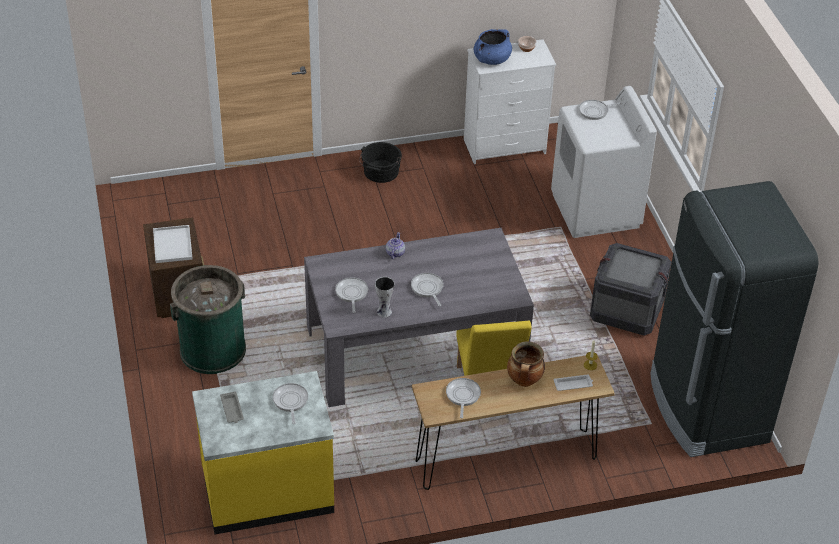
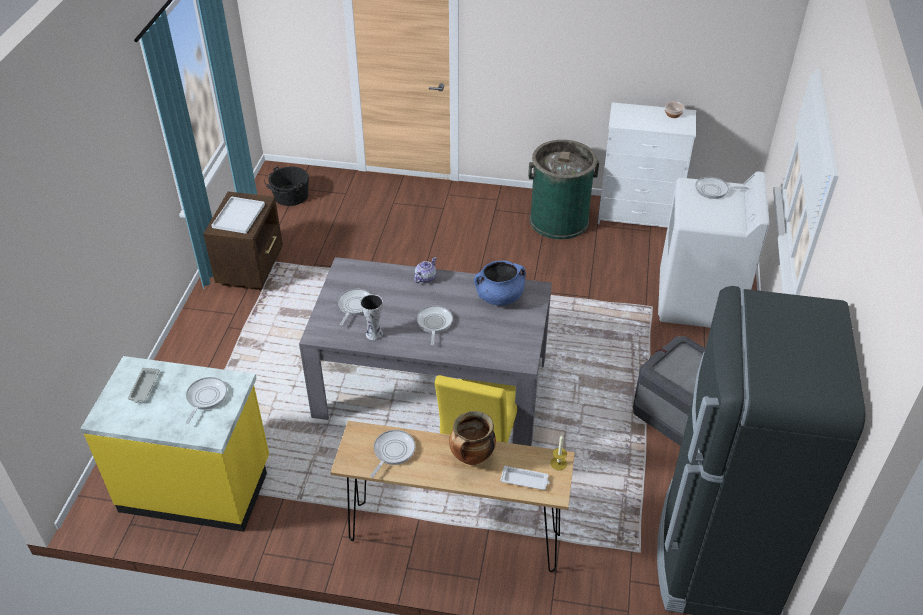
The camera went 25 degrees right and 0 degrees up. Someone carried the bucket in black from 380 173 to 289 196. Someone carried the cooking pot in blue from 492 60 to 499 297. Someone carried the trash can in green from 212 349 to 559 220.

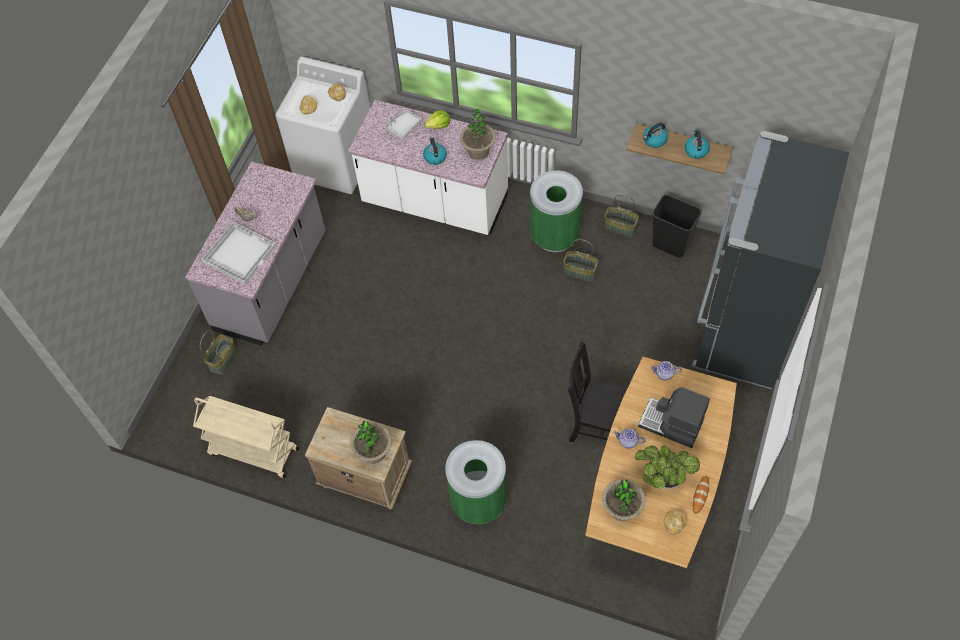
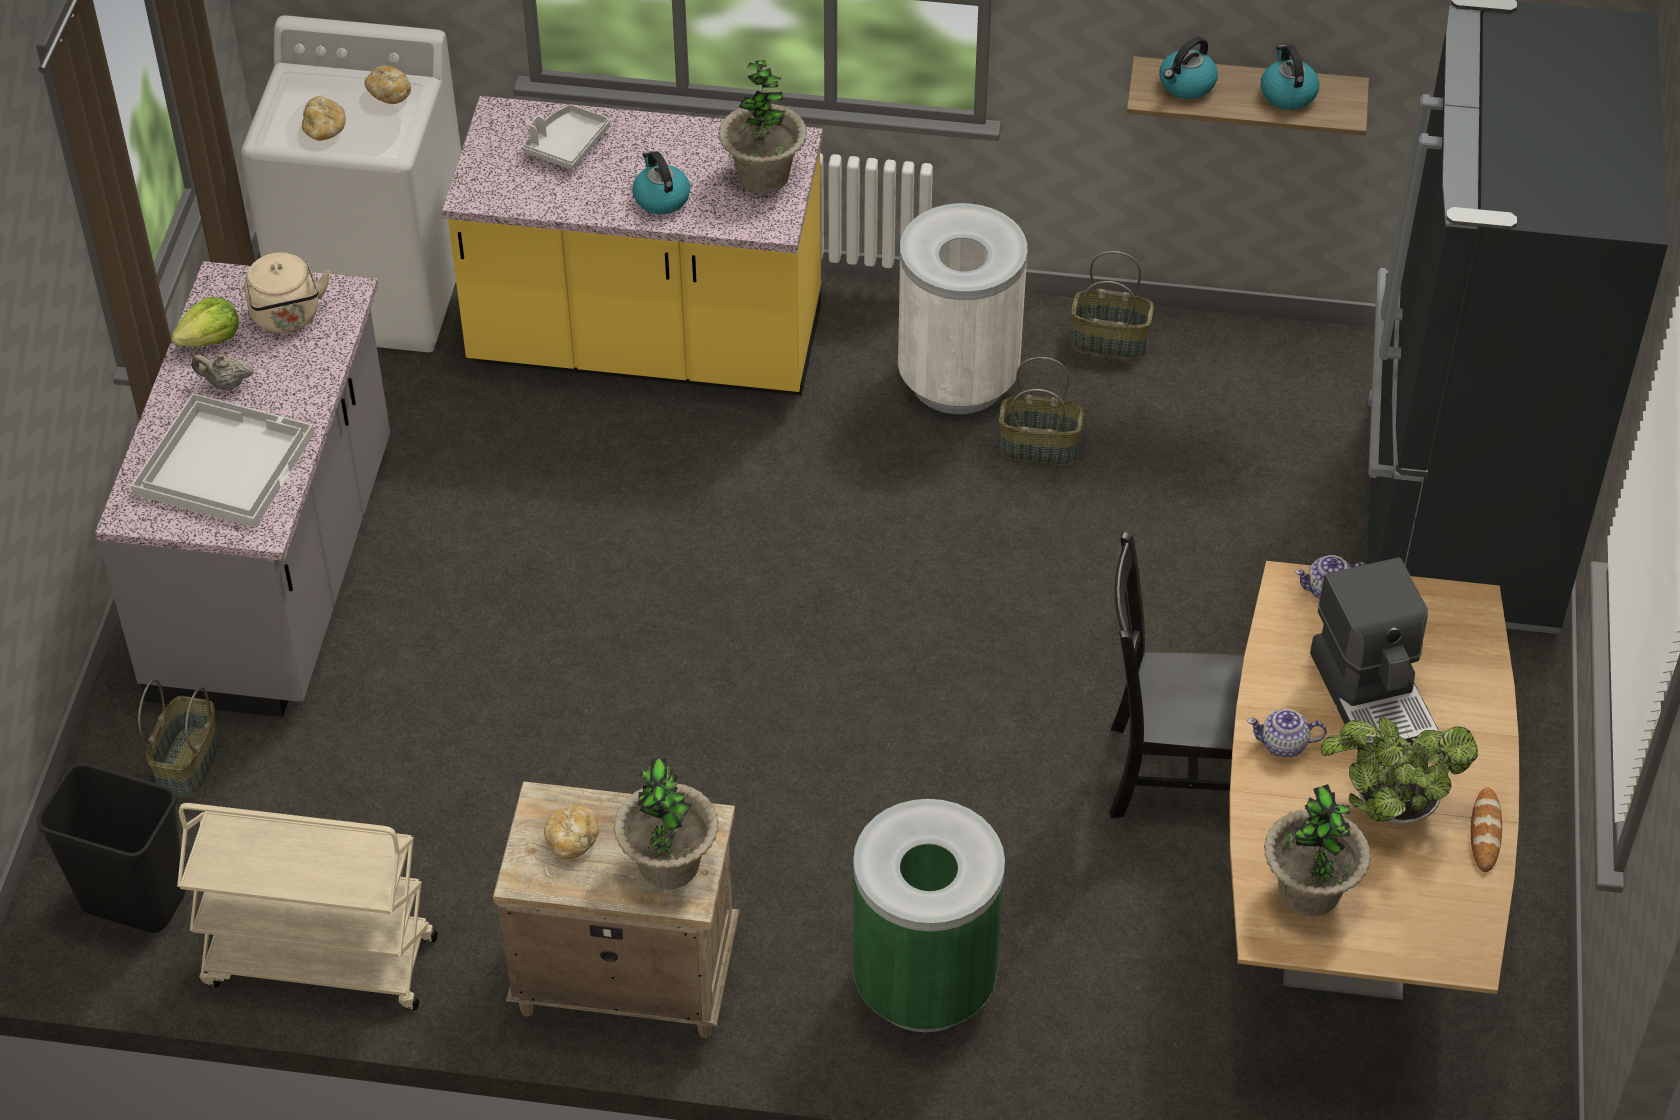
The camera went 15 degrees left and 10 degrees down. Someone carried the trash can in black from 671 244 to 135 899. Someone carried the lettuce from 439 125 to 211 339. Someone put down the kettle in beige at 287 318. Someone repainted the counter in white at 435 202, which became the counter in yellow at 646 343. Someone carried the bread from 674 524 to 572 840. Someone repainted the trash can in green at 554 235, which became the trash can in white at 958 378. Someone rotated the coffee machine at 671 425 by 120 degrees counterclockwise.

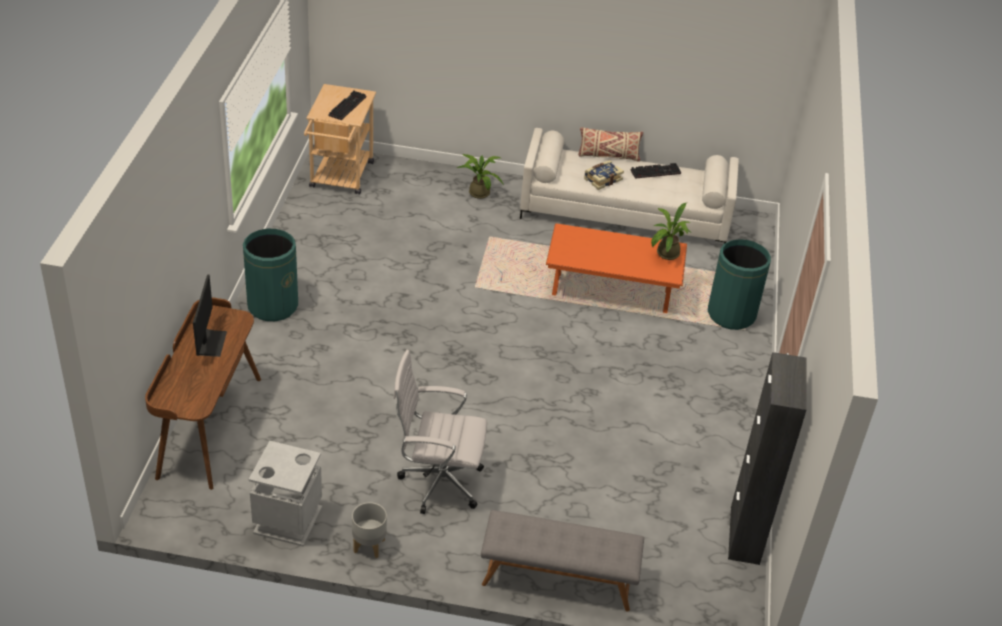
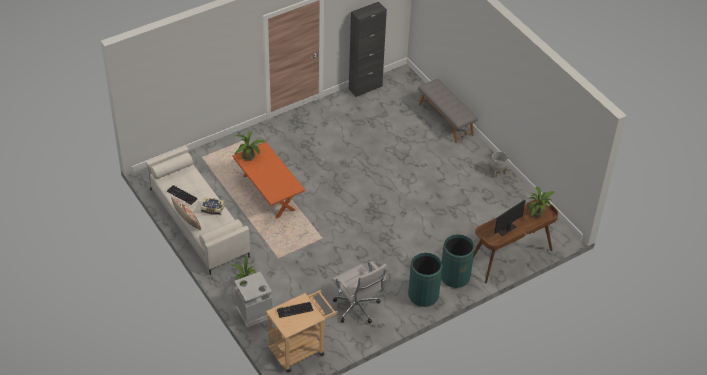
The camera went 130 degrees left and 5 degrees up. Someone carried the trash can in grey from 288 520 to 254 313. Someone carried the office chair in white from 437 482 to 358 309. Someone carried the trash can in green from 731 314 to 455 276. Someone put down the potted plant at 538 213.

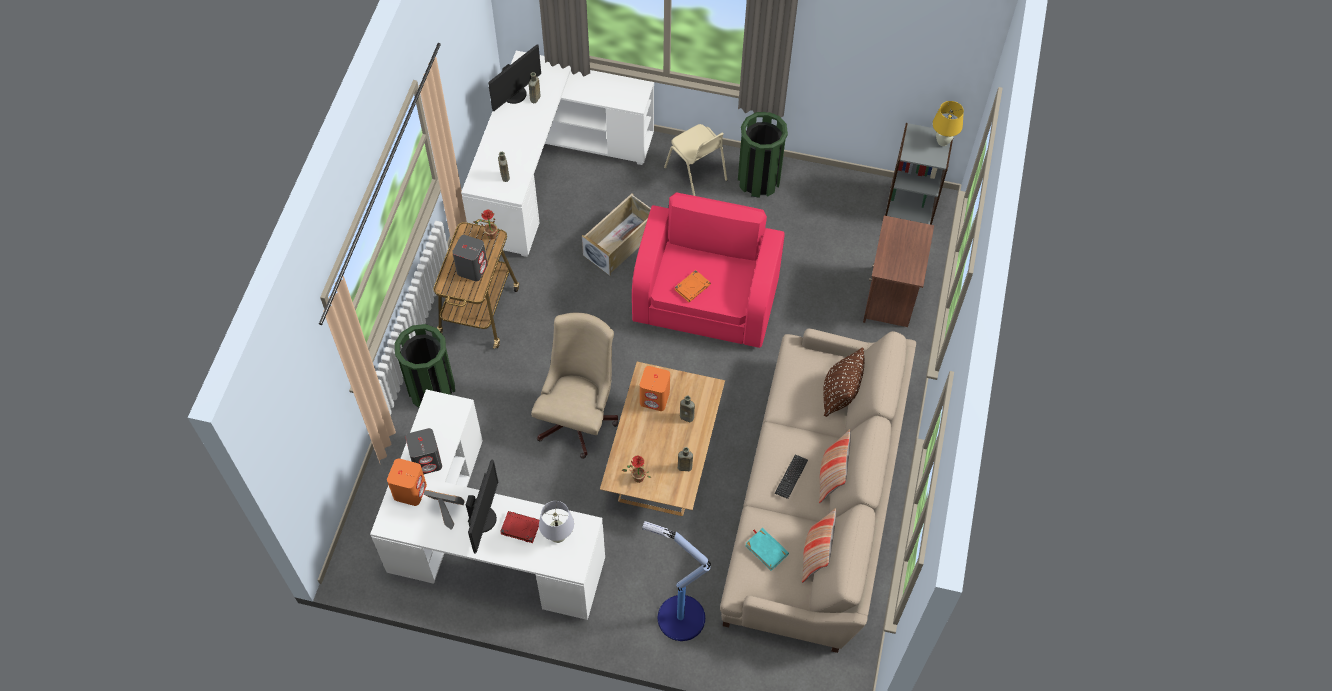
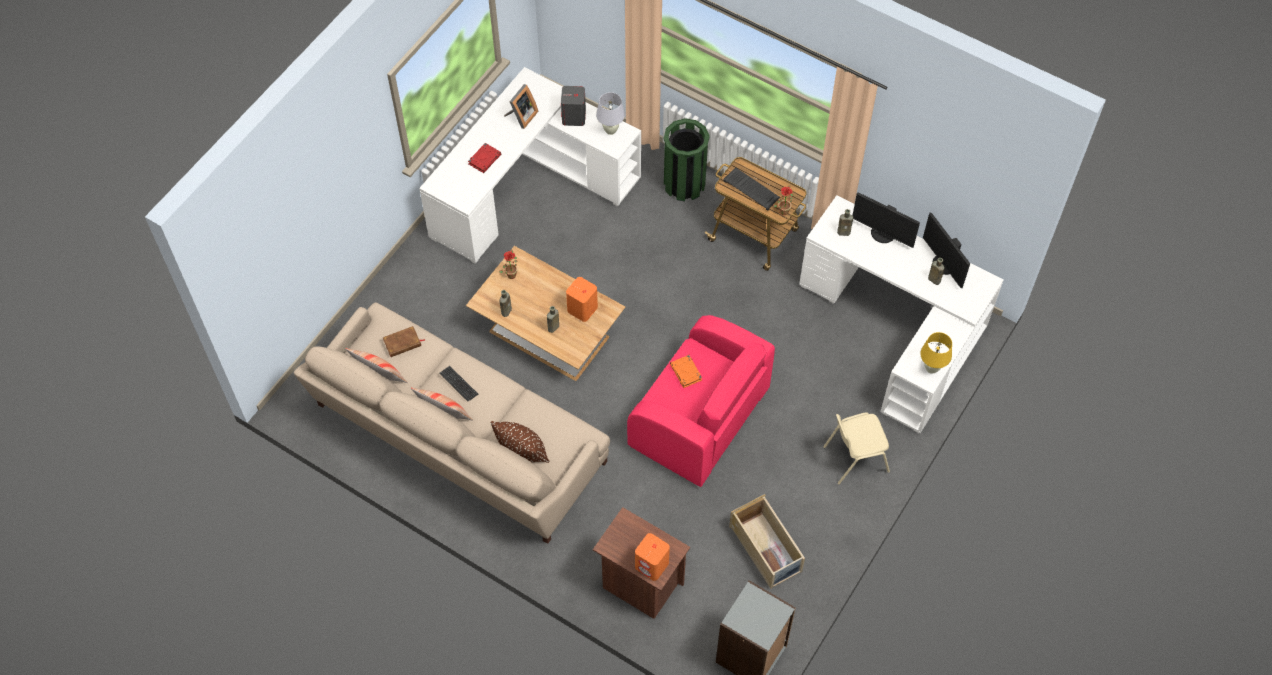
The camera went 110 degrees right and 0 degrees up. Someone repainted the book in turquoise at 766 550, which became the book in brown at 402 343. Someone carried the table lamp in white from 558 536 to 611 130. Someone carried the speaker in orange from 410 491 to 652 565. Someone swapped the speaker in grey at 472 268 for the keyboard at 752 189. Someone carried the storage box in beige from 621 242 to 766 549. Someone carried the monitor from 483 519 to 882 234. Someone carried the table lamp in yellow from 942 141 to 931 368. Someone took away the office chair in beige at 579 416. Someone took away the floor lamp at 679 617. Someone took away the trash can in green at 759 180.

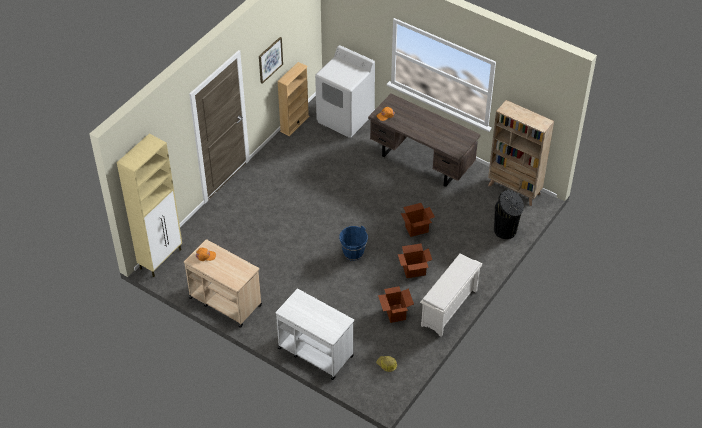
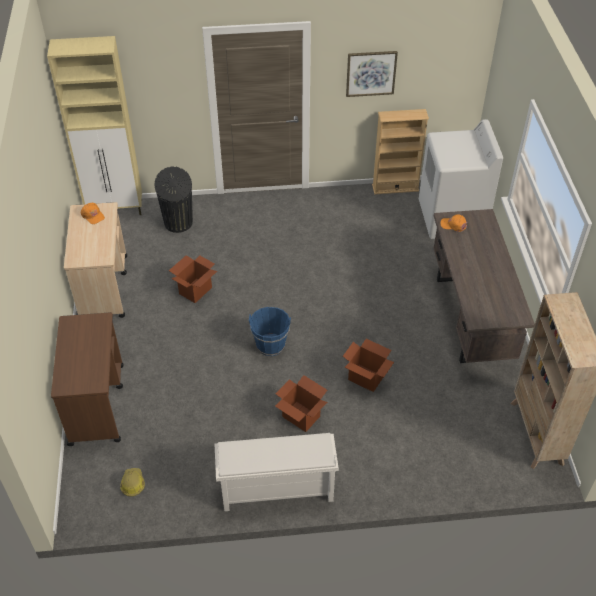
The camera went 50 degrees right and 0 degrees up. Someone repainted the cart in white at 315 352, which became the cart in brown at 97 403. Someone carried the trash can in black from 506 231 to 178 223. Someone carried the cardboard box from 395 313 to 195 290.

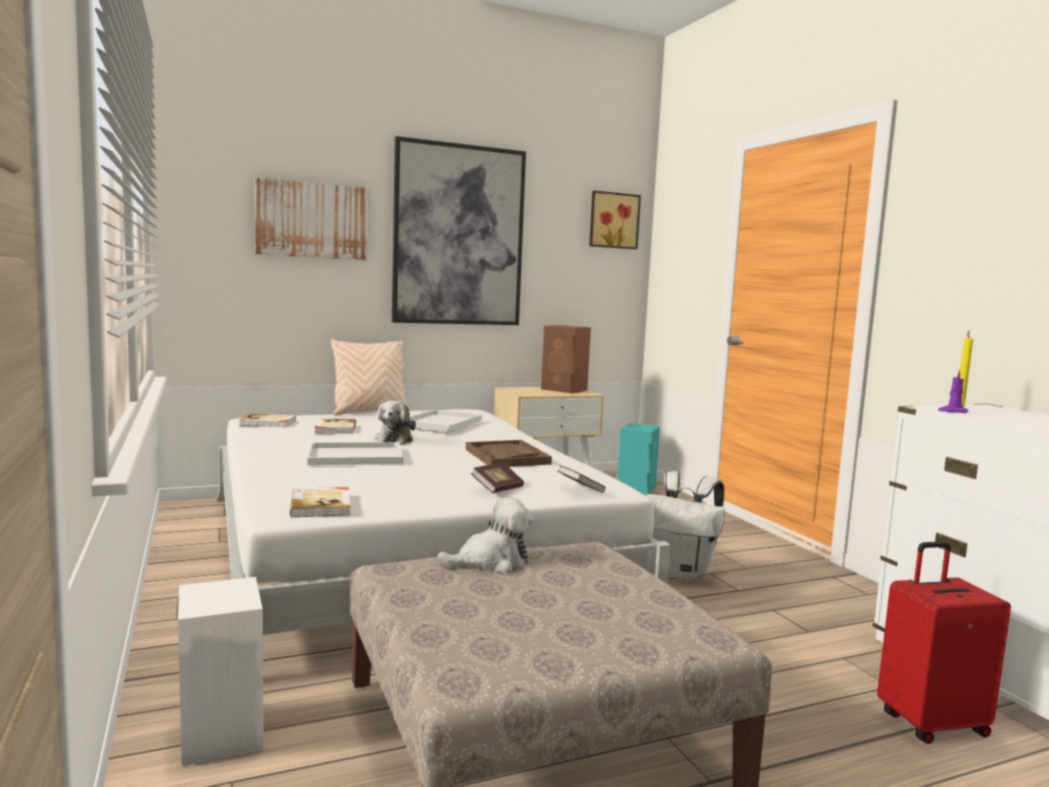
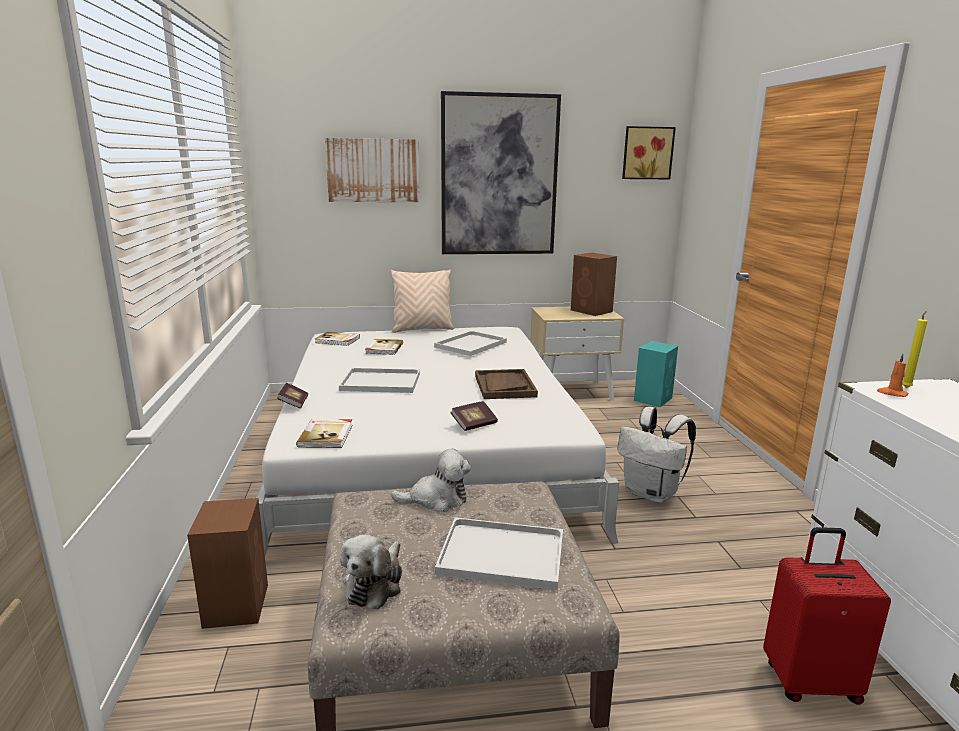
The camera went 15 degrees right and 10 degrees up. Someone repainted the speaker in white at 221 732, which became the speaker in brown at 236 604. Someone carried the book from 580 490 to 294 403. Someone carried the plush toy from 395 440 to 375 584. Someone put down the tray in white at 504 554. Someone repainted the candle in purple at 952 411, which became the candle in orange at 891 393.

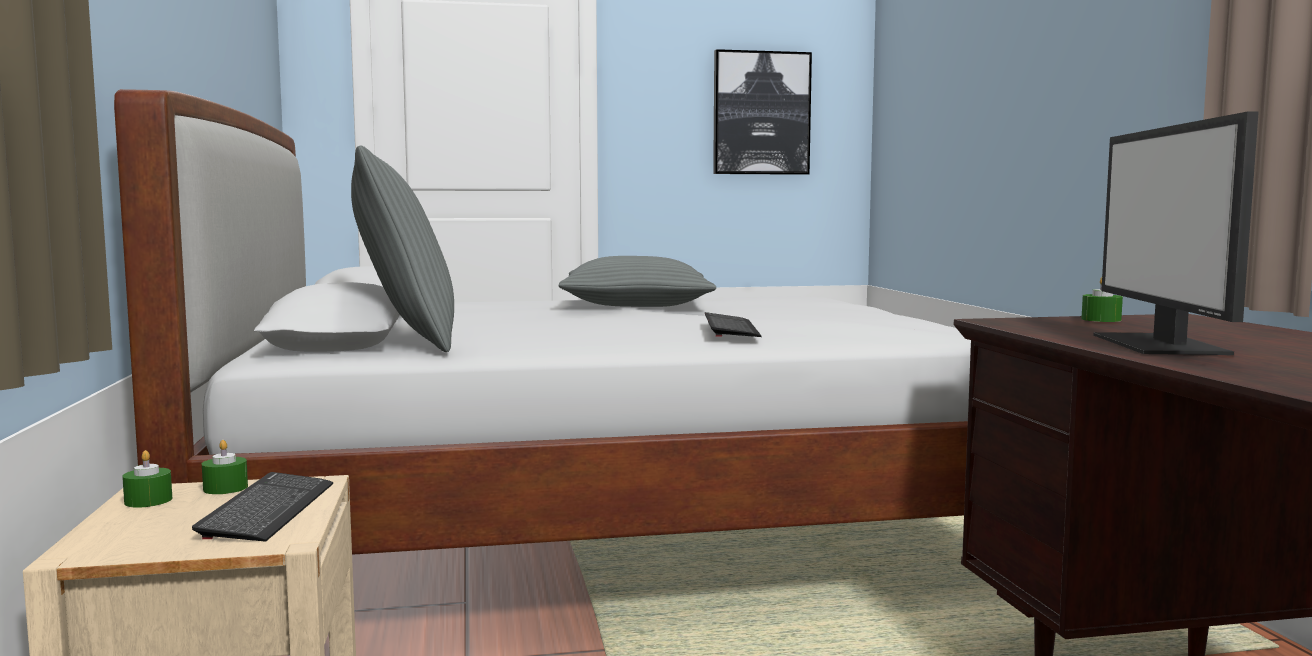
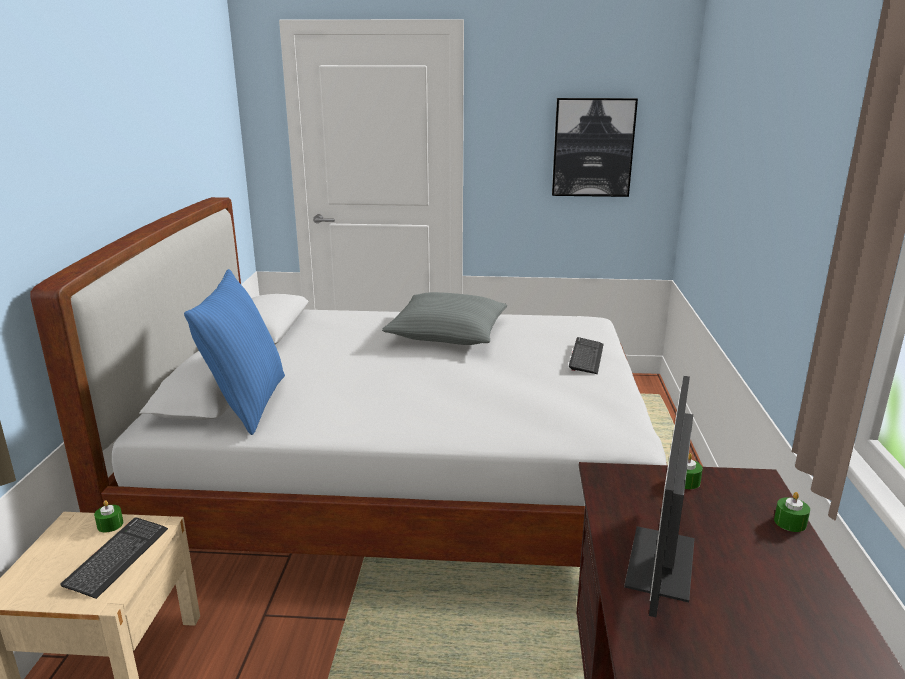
The camera went 15 degrees right and 15 degrees up. Someone repainted the pillow in grey at 406 341, which became the pillow in blue at 246 403. Someone carried the keyboard from 731 328 to 586 357. Someone carried the candle in green from 148 501 to 790 522.

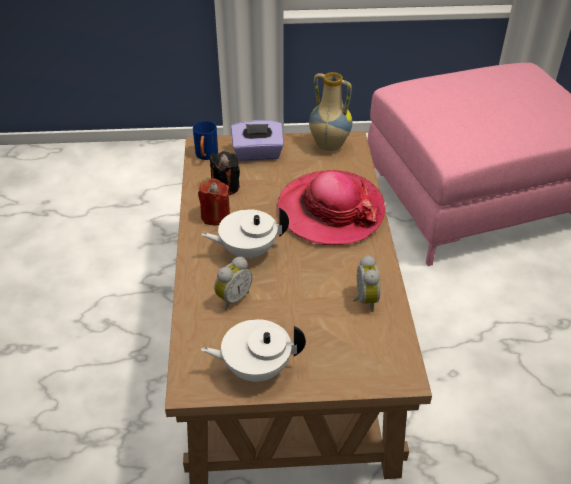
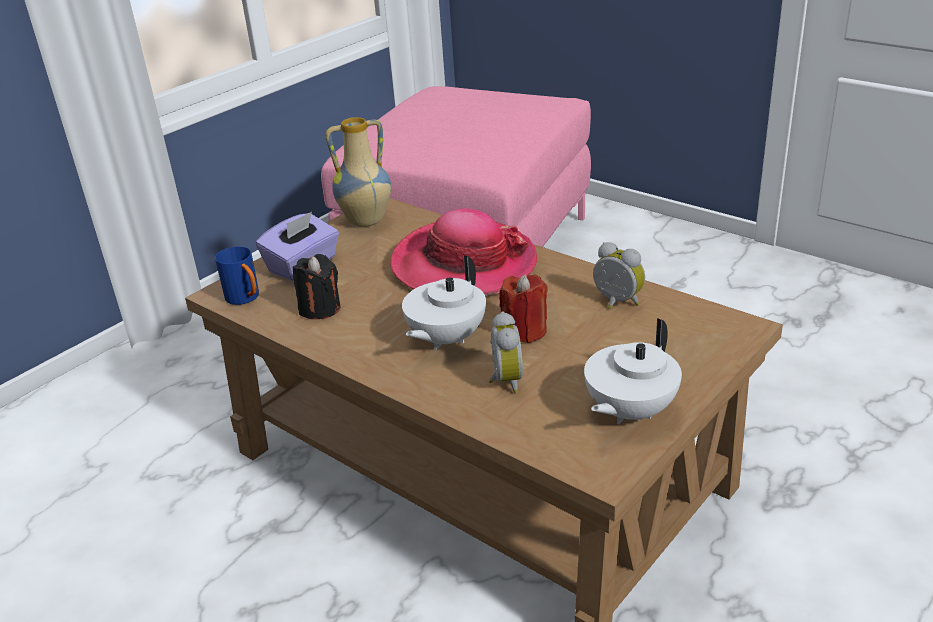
The camera went 45 degrees left and 10 degrees down. Someone carried the candle in red from 215 216 to 524 331.

